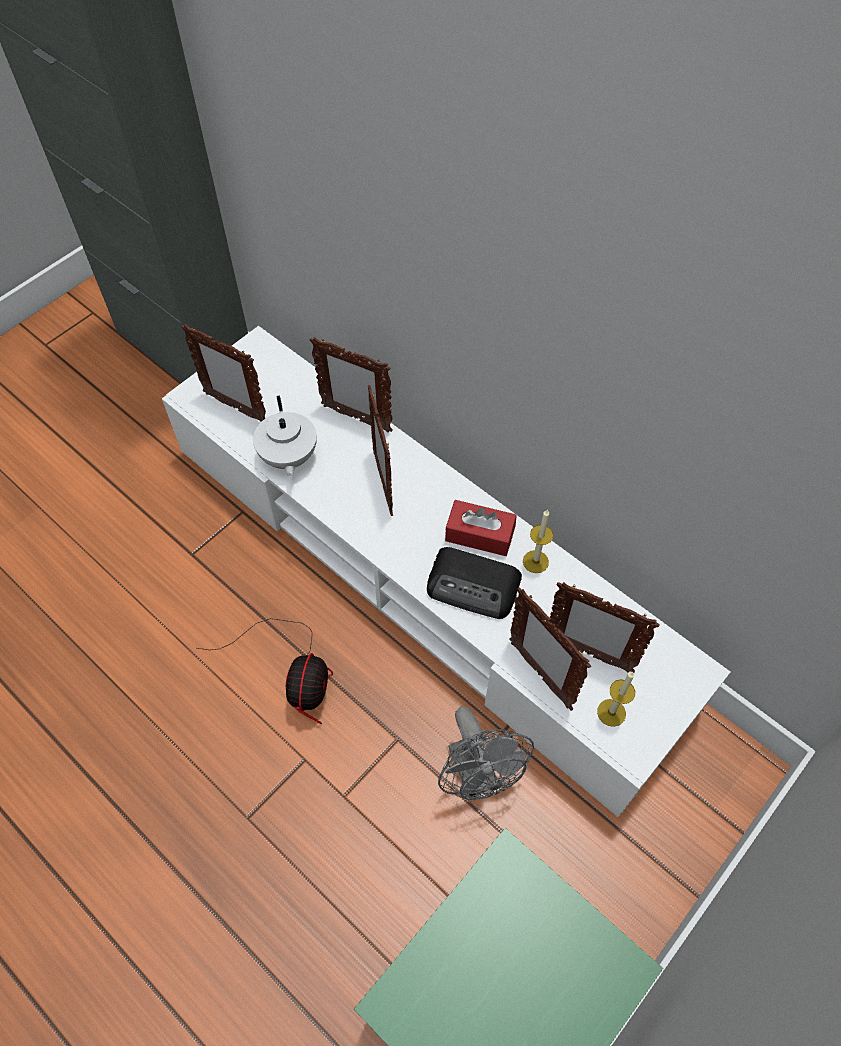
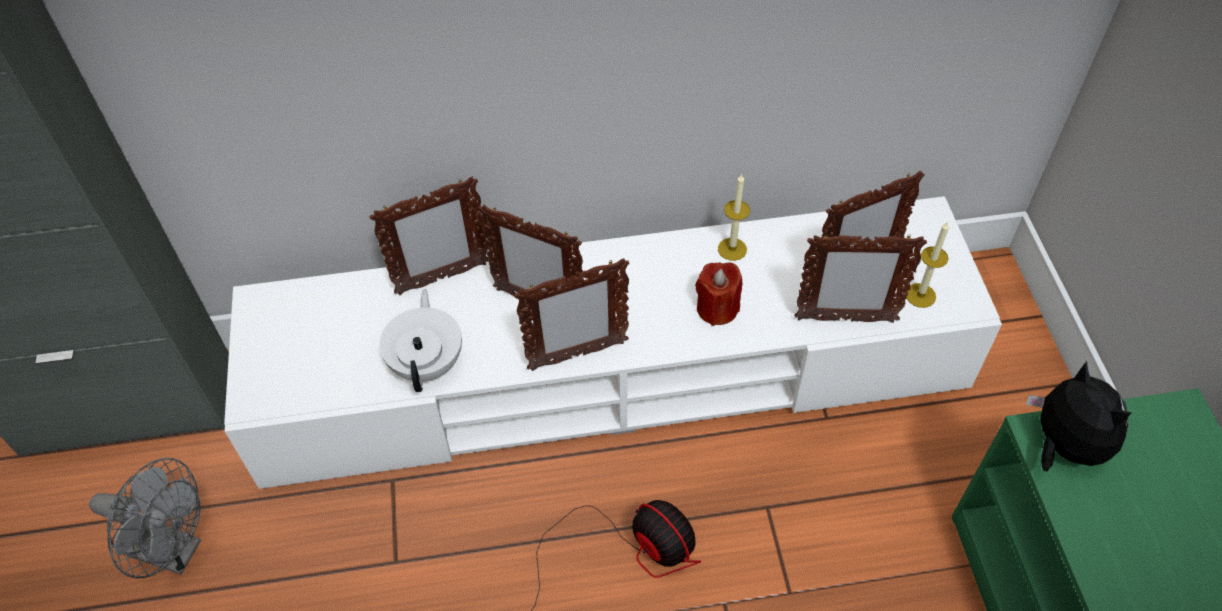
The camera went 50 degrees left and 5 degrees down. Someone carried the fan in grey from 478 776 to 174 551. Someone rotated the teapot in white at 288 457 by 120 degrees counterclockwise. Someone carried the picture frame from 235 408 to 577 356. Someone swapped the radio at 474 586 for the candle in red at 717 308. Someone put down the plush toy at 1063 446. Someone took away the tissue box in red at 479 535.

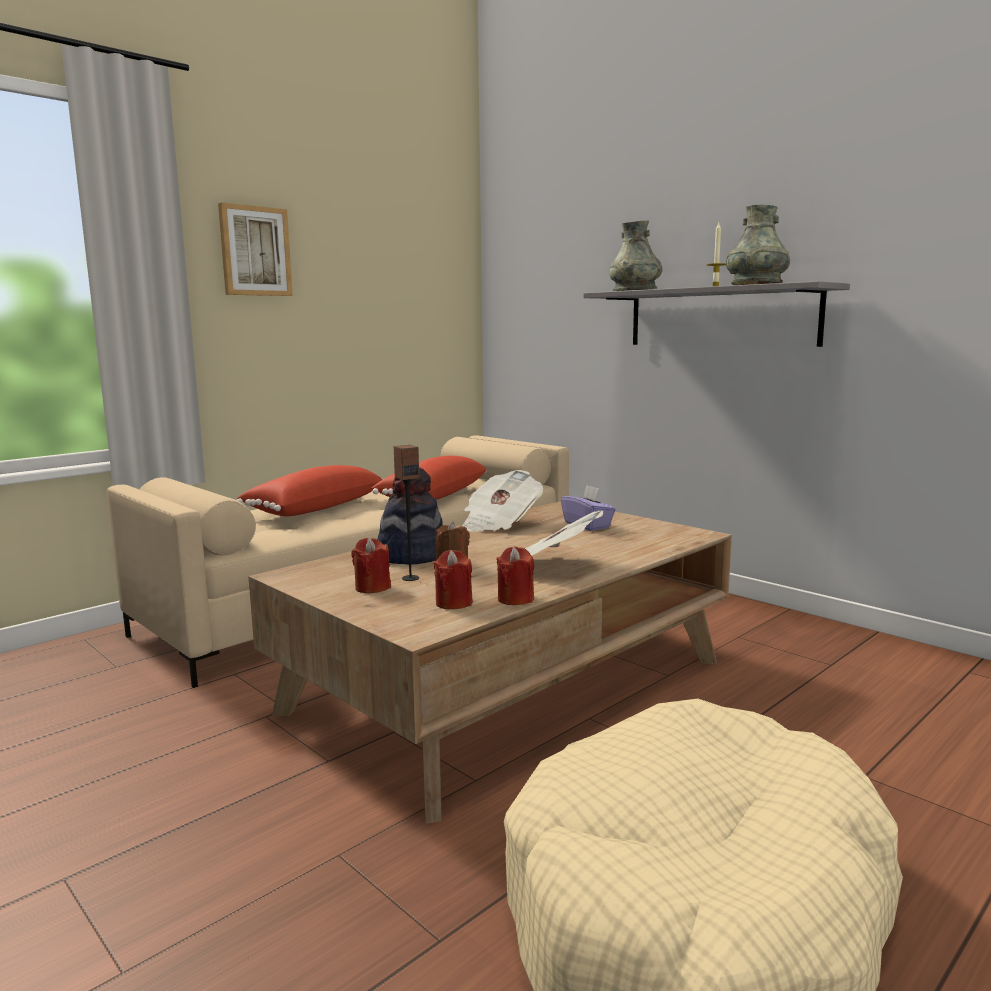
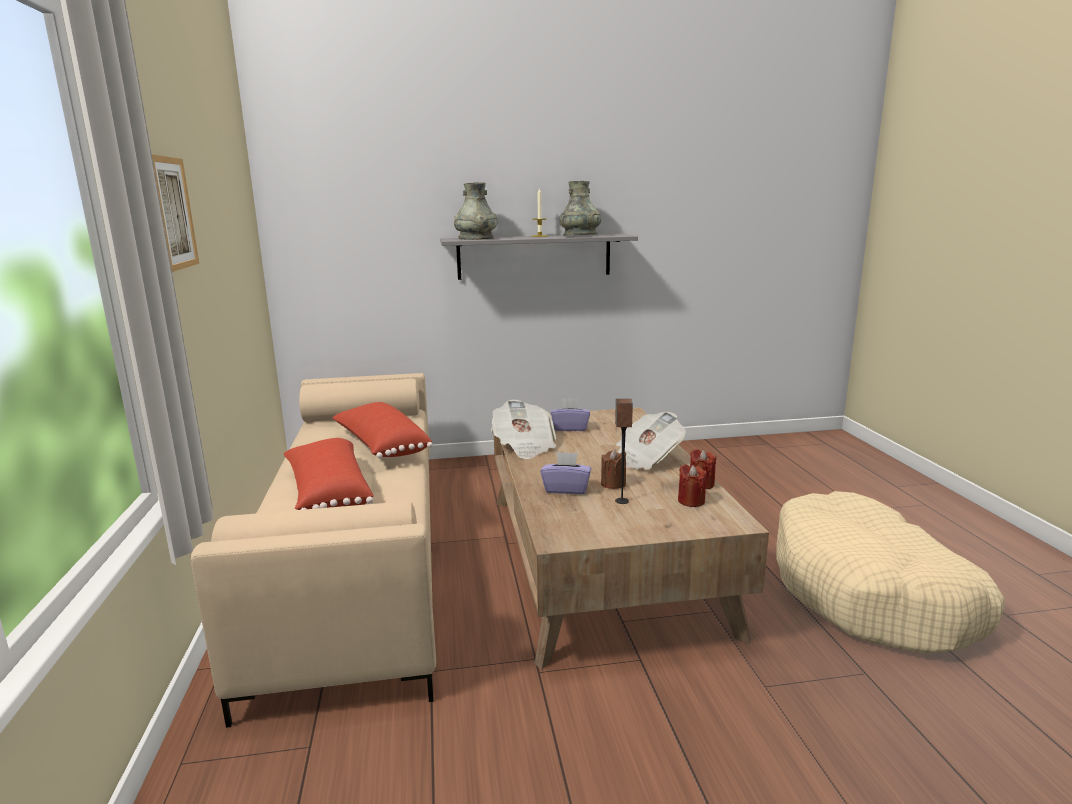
The camera went 55 degrees left and 5 degrees up. Someone swapped the hat at 411 555 for the tissue box in purple at 566 489. Someone took away the candle in red at 372 587.

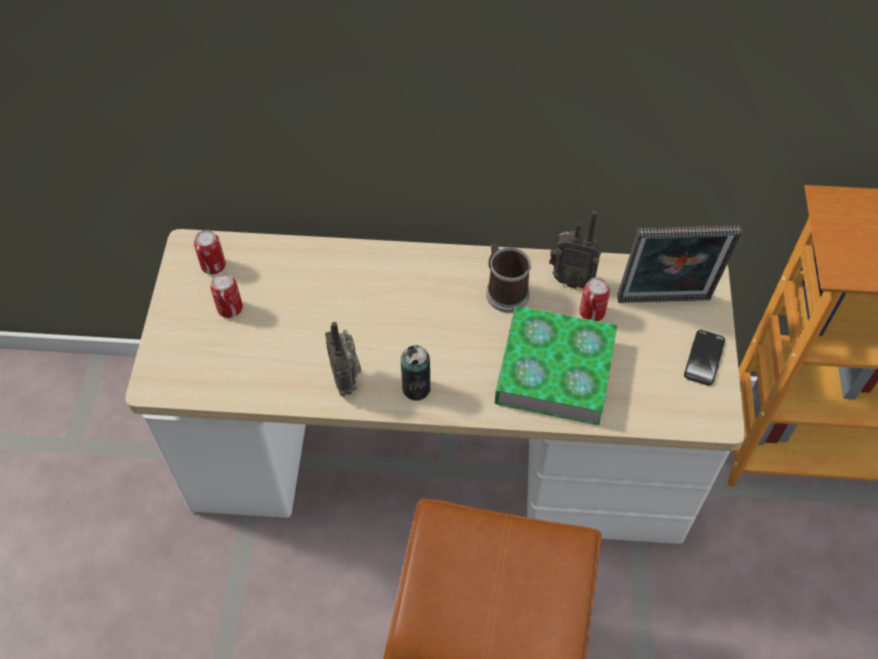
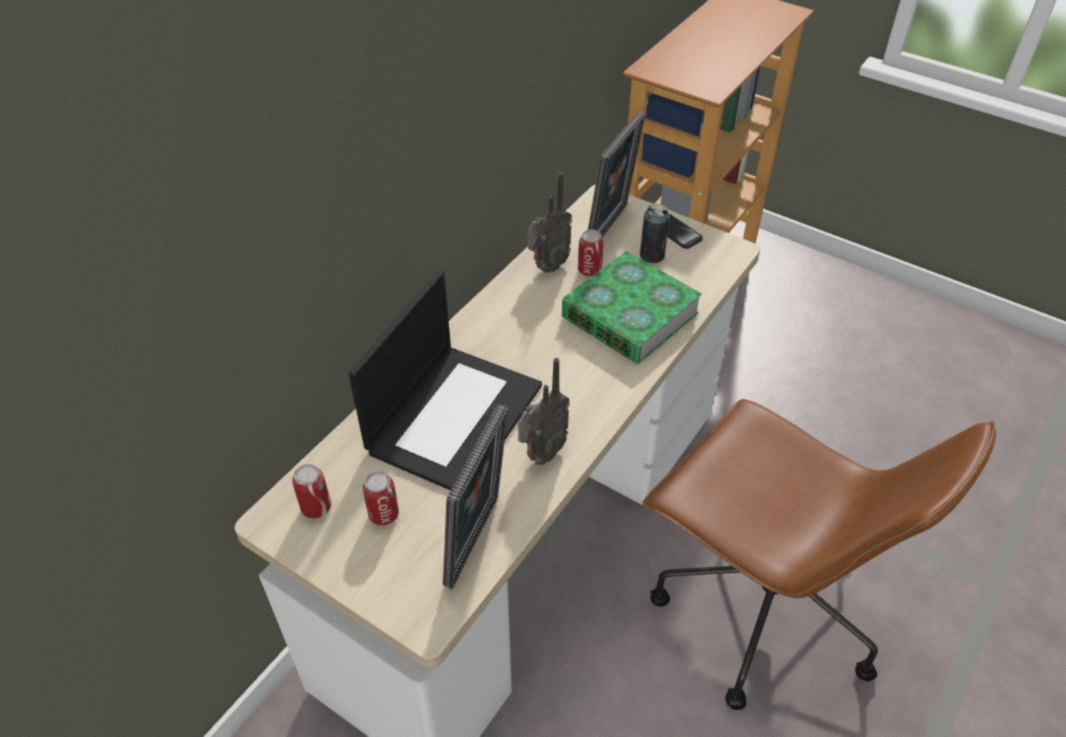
The camera went 60 degrees left and 10 degrees down. Someone put down the laptop at 455 416. Someone put down the picture frame at 478 542. Someone rotated the radio at 346 380 by 60 degrees counterclockwise. Someone carried the can from 416 388 to 652 255. Someone took away the mug at 504 290.

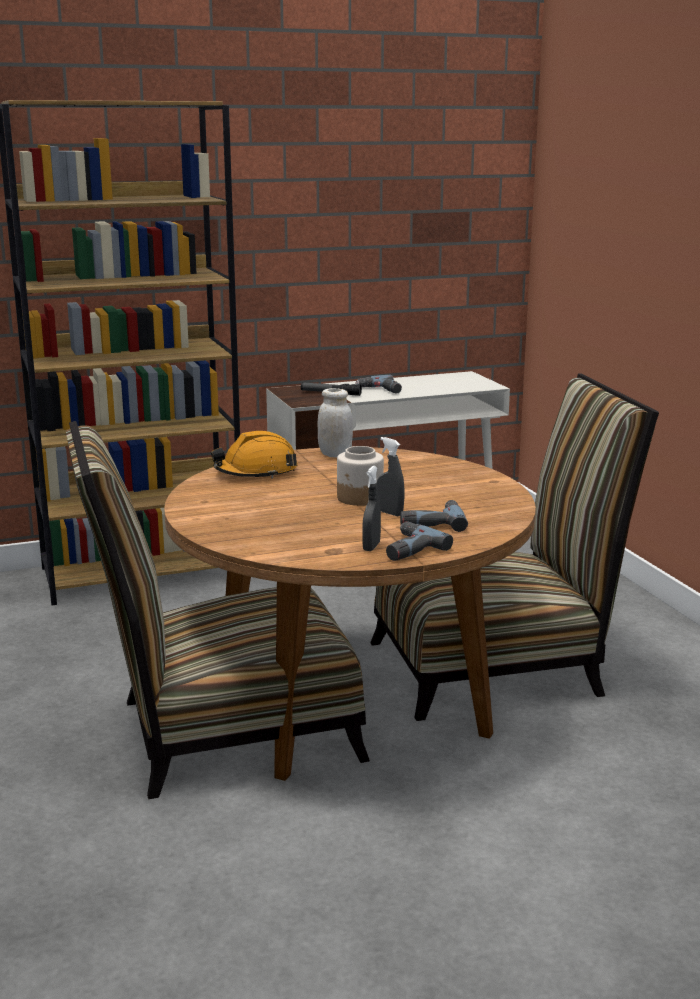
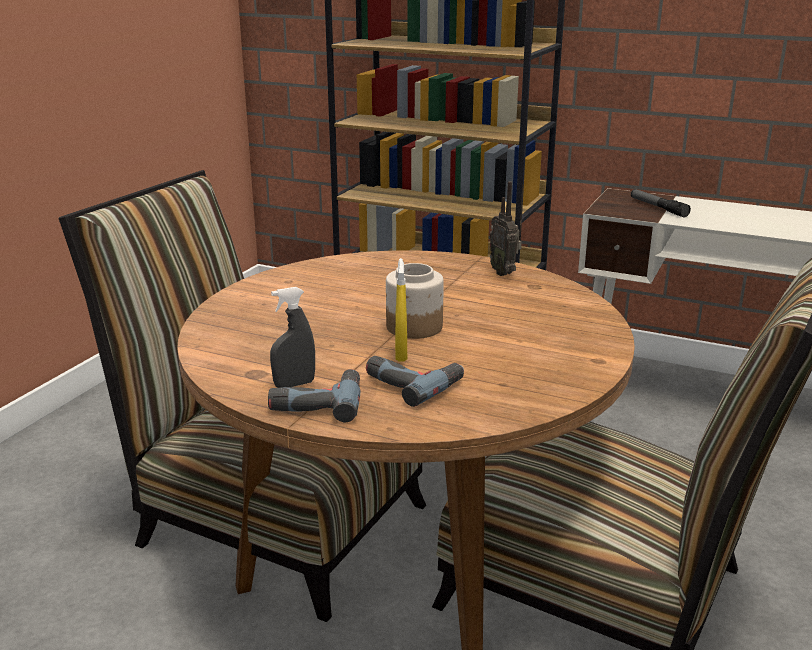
The camera went 45 degrees right and 5 degrees up. Someone repainted the spray bottle in grey at 390 513, which became the spray bottle in yellow at 401 354. Someone swapped the jar in white at 335 455 for the radio at 504 273. Someone took away the hard hat in orange at 256 472. Someone took away the power drill at 380 390.

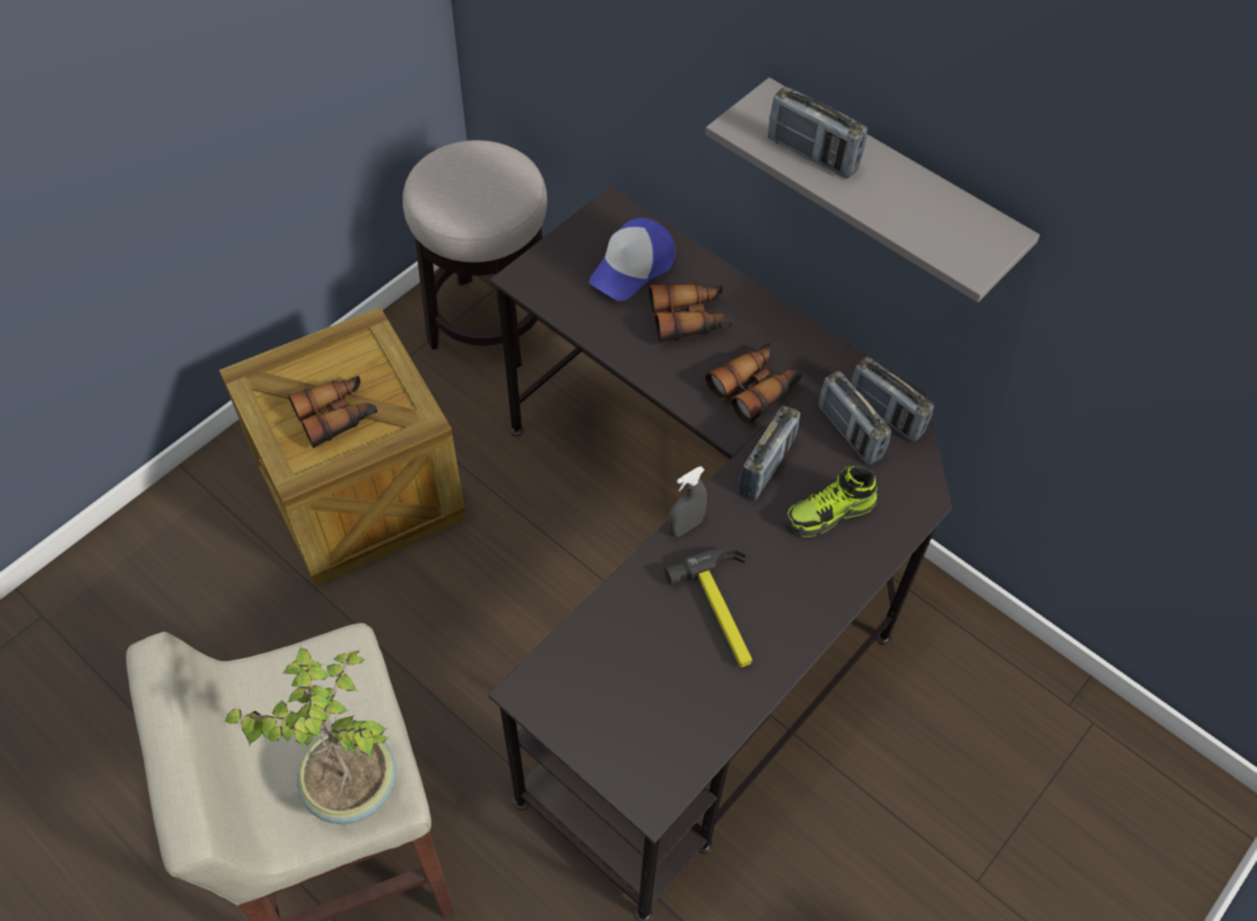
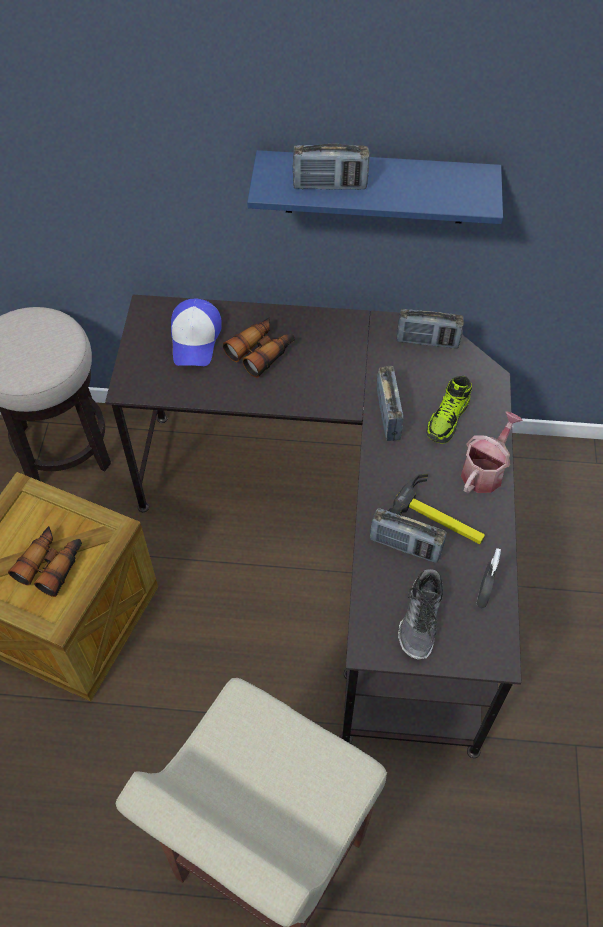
The camera went 35 degrees left and 0 degrees up. Someone repainted the shelf in grey at 889 189, which became the shelf in blue at 375 187. Someone carried the radio from 849 433 to 405 546. Someone put down the shoe at 421 620. Someone put down the watering can at 485 470. Someone carried the spray bottle in grey from 685 526 to 483 595. Someone took away the potted plant at 351 783. Someone took away the binoculars at 755 388.

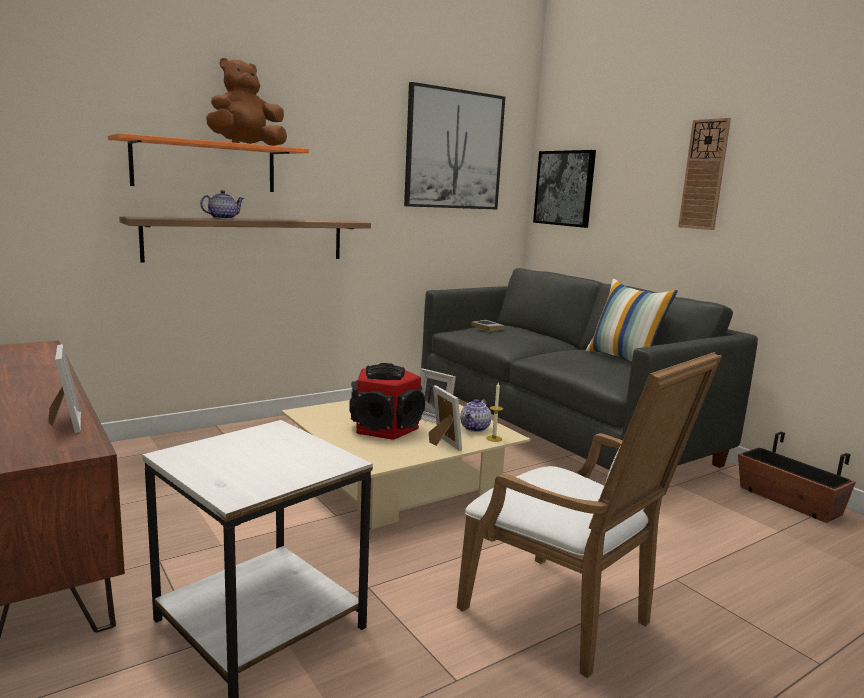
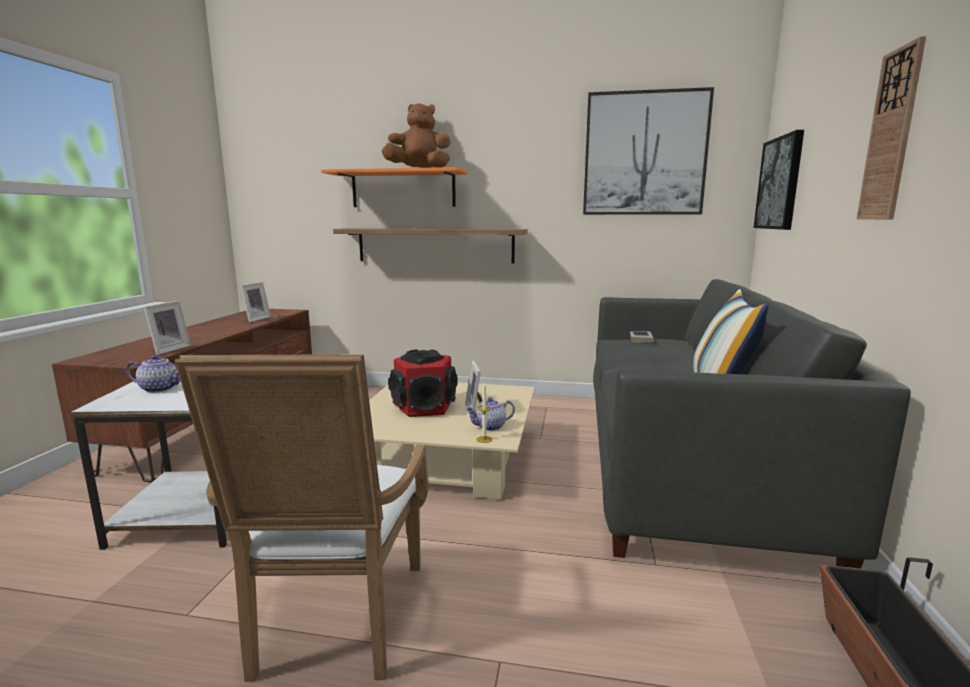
The camera went 45 degrees right and 0 degrees up. Someone carried the teapot from 223 218 to 160 388. Someone carried the picture frame from 441 443 to 255 319.

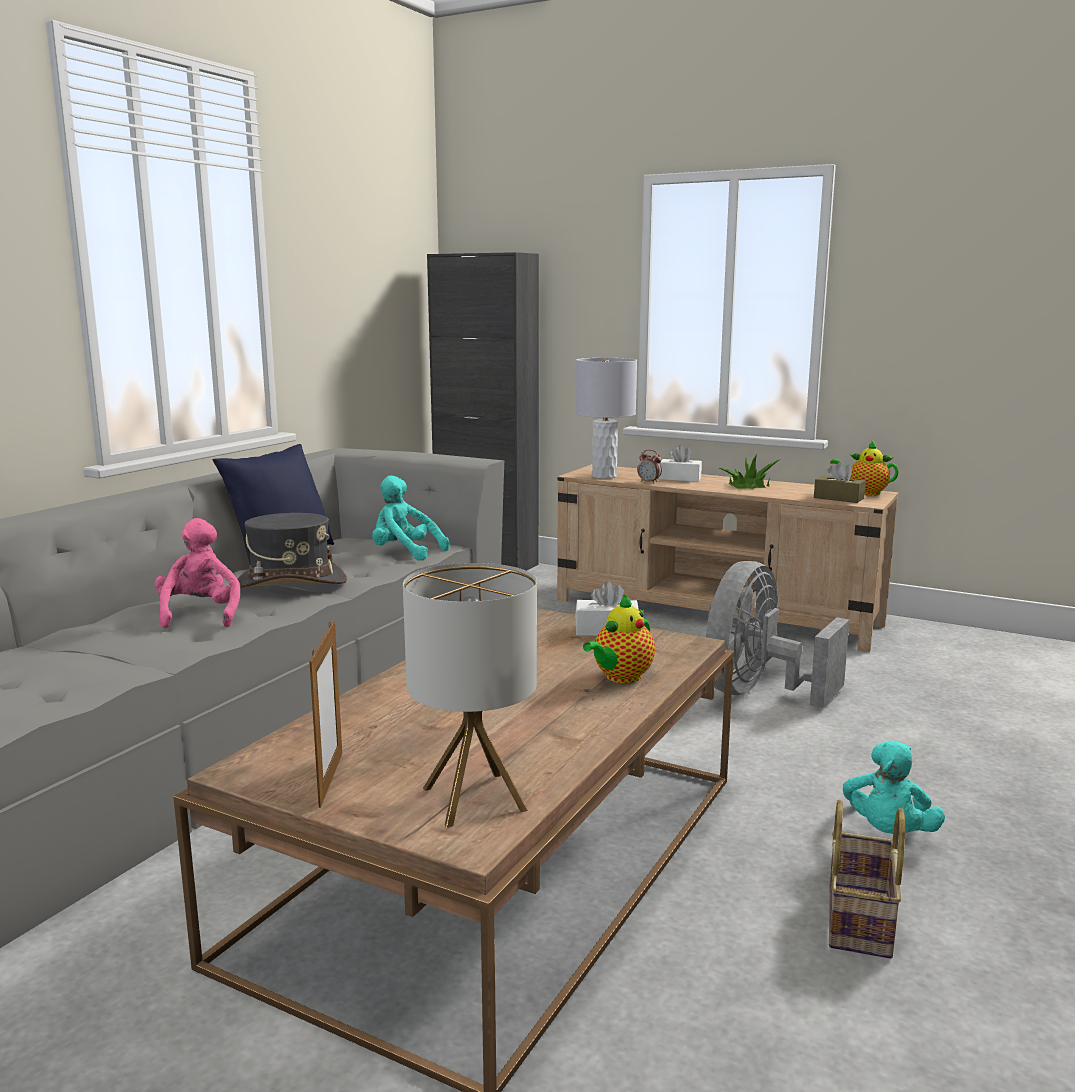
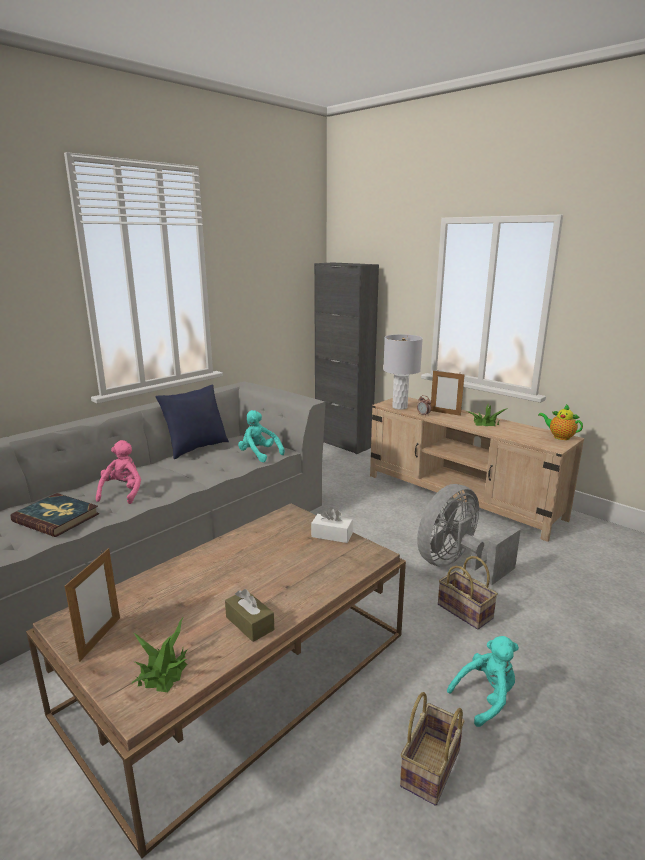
The camera went 15 degrees right and 5 degrees up. Someone put down the book at 56 517. Someone swapped the table lamp at 474 799 for the potted plant at 163 671. Someone carried the tissue box in brown from 838 498 to 249 623. Someone swapped the tissue box in white at 679 478 for the picture frame at 445 413. Someone put down the basket at 466 611. Someone rotated the plush toy in turquoise at 888 833 by 150 degrees counterclockwise. Someone took away the hat in grey at 290 583. Someone took away the teapot at 620 677.

